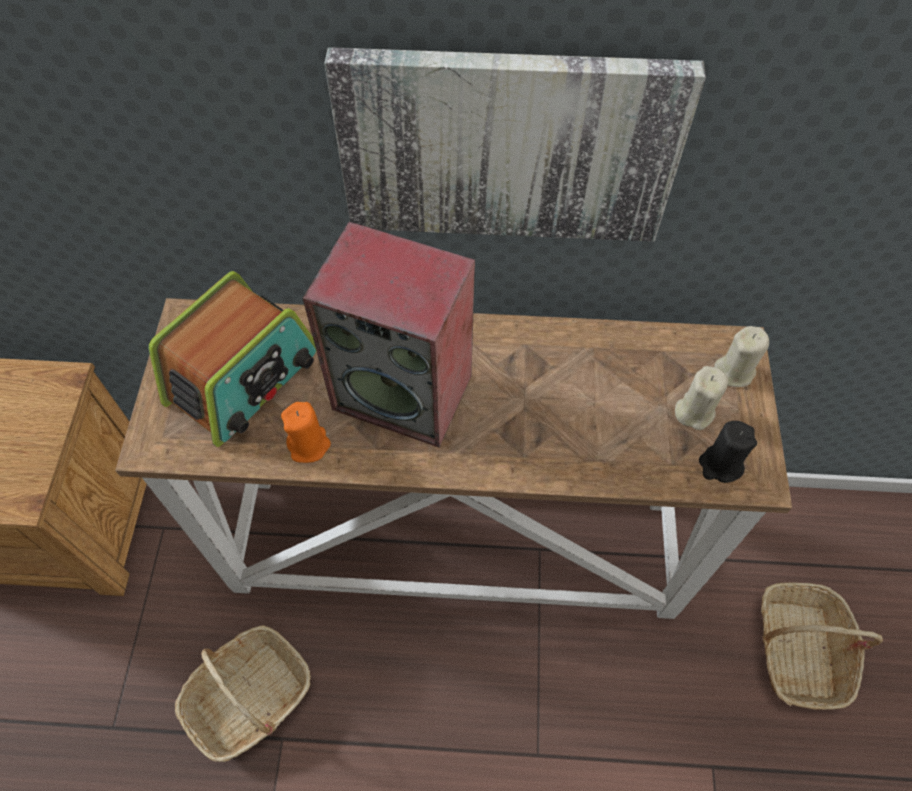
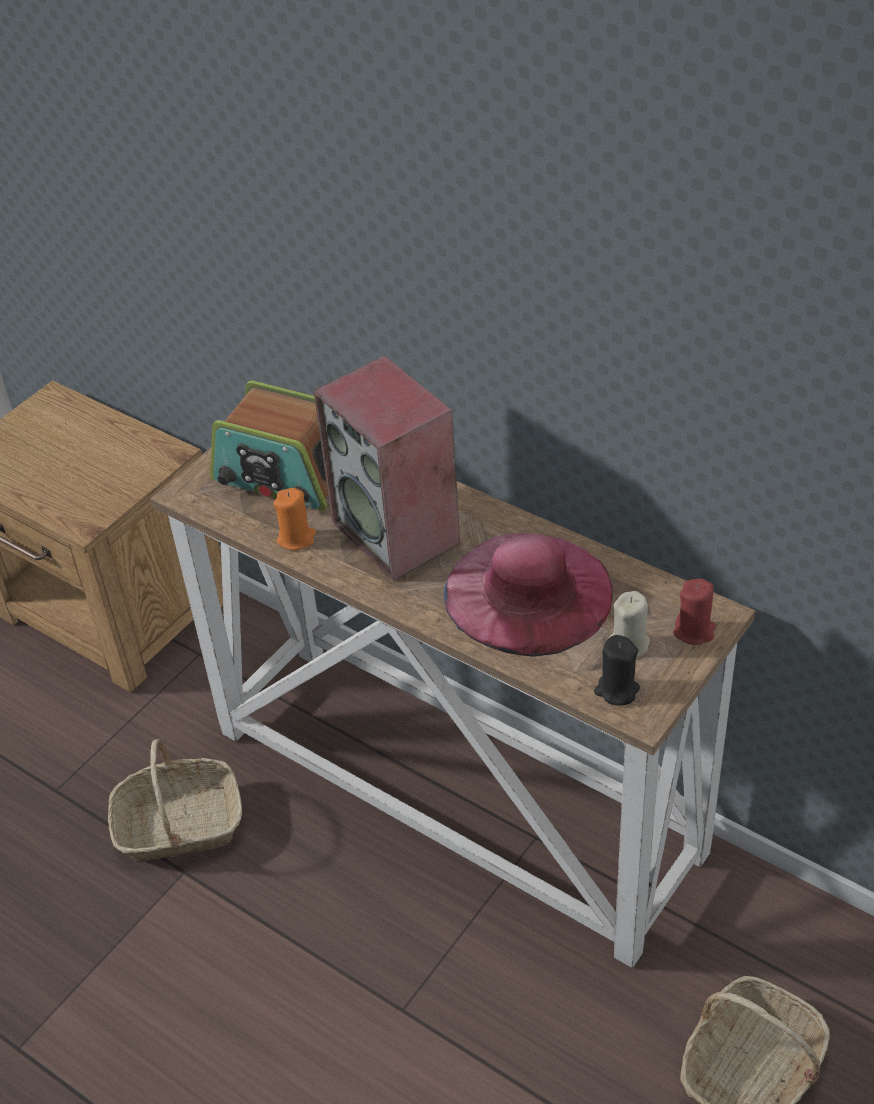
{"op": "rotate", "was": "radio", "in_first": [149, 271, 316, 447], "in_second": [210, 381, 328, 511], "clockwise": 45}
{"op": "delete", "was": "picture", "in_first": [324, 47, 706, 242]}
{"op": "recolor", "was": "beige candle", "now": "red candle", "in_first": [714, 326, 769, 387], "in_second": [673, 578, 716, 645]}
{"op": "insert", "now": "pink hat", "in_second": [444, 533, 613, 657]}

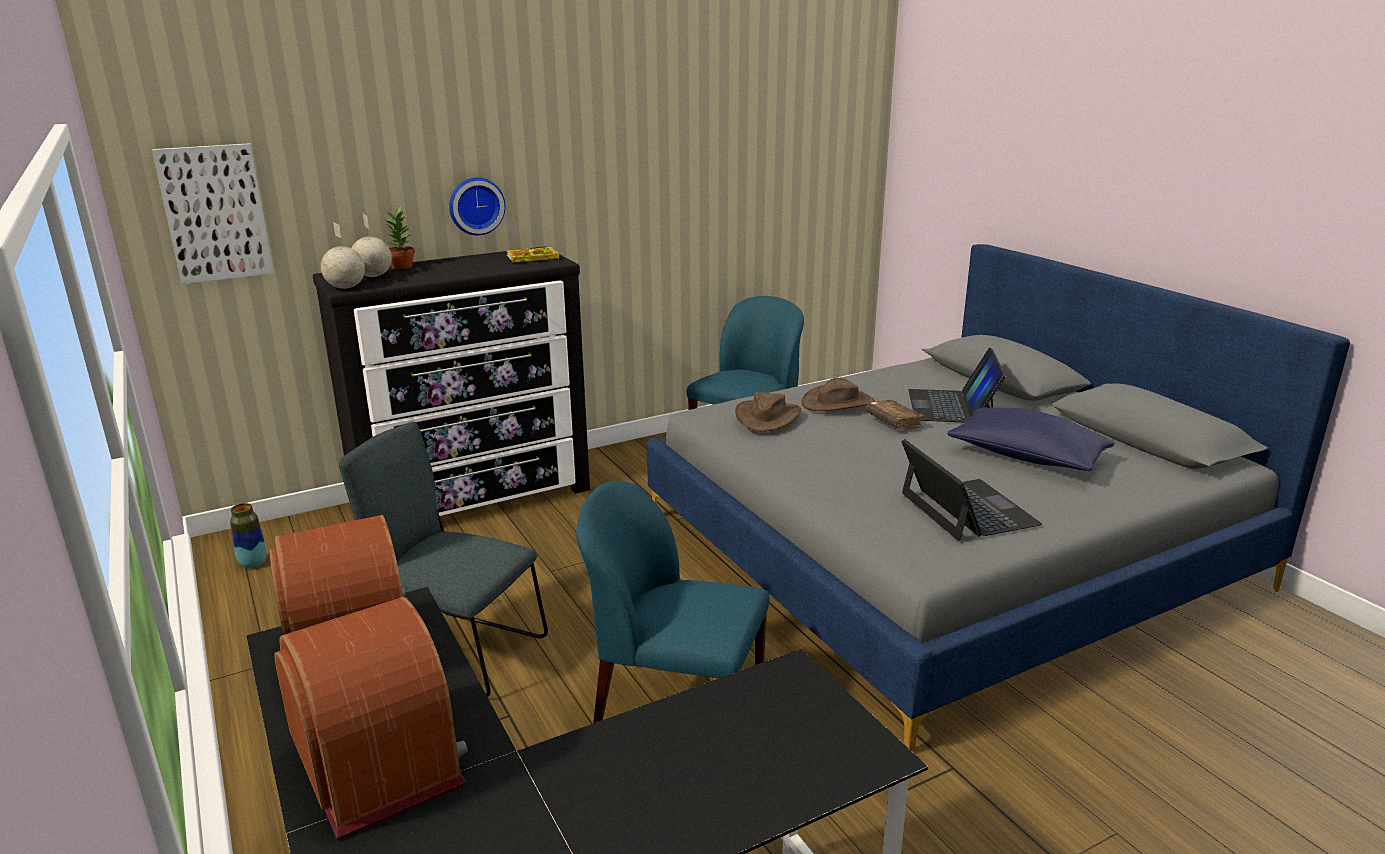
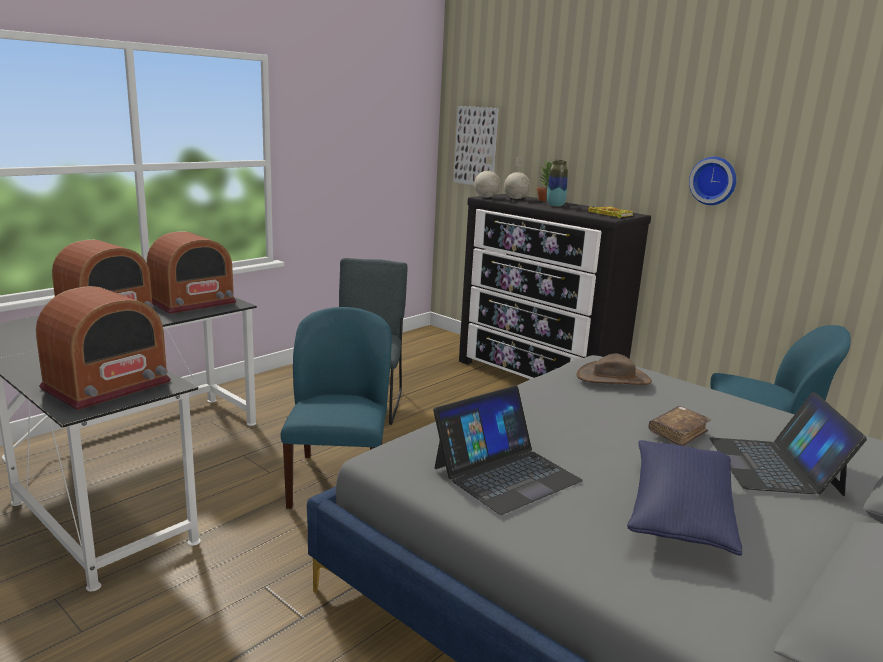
{"op": "move", "was": "vase", "in_first": [230, 503, 267, 568], "in_second": [546, 160, 568, 207]}
{"op": "move", "was": "wall clock", "in_first": [449, 177, 505, 235], "in_second": [689, 157, 736, 205]}
{"op": "delete", "was": "brown hat", "in_first": [802, 377, 875, 411]}
{"op": "rotate", "was": "laptop", "in_first": [908, 348, 1006, 423], "in_second": [709, 392, 867, 496], "clockwise": -75}
{"op": "insert", "now": "radio", "in_second": [36, 286, 171, 410]}

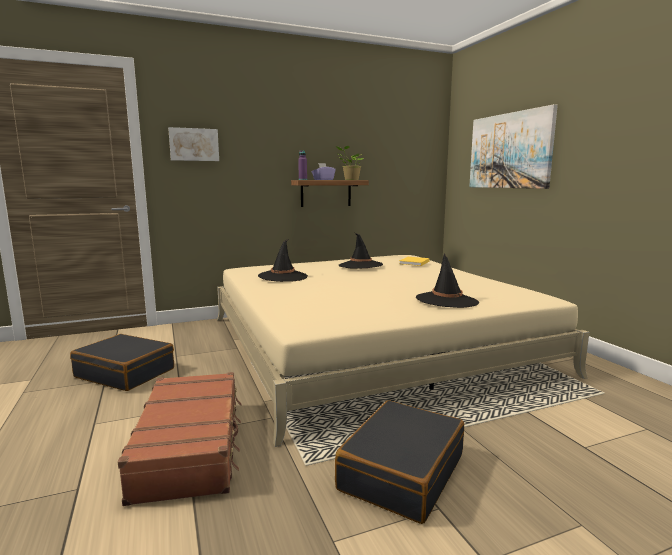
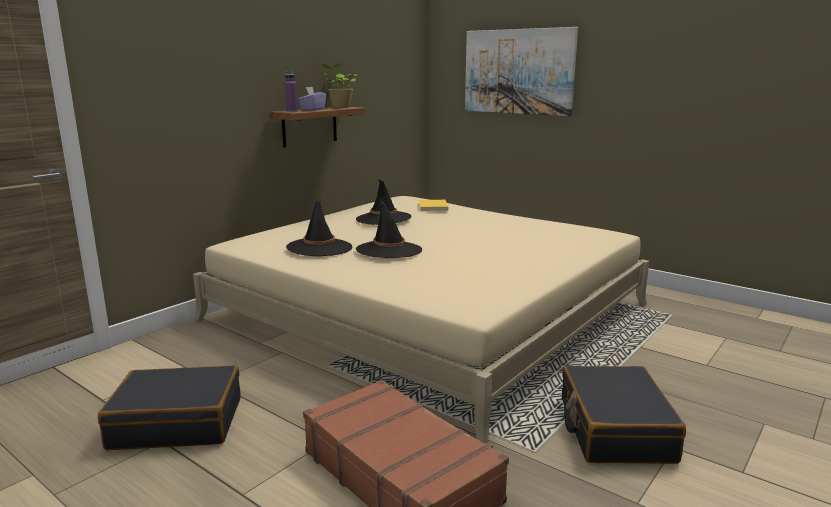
{"op": "delete", "was": "picture", "in_first": [168, 127, 219, 161]}
{"op": "move", "was": "black hat", "in_first": [416, 254, 479, 308], "in_second": [356, 200, 422, 258]}

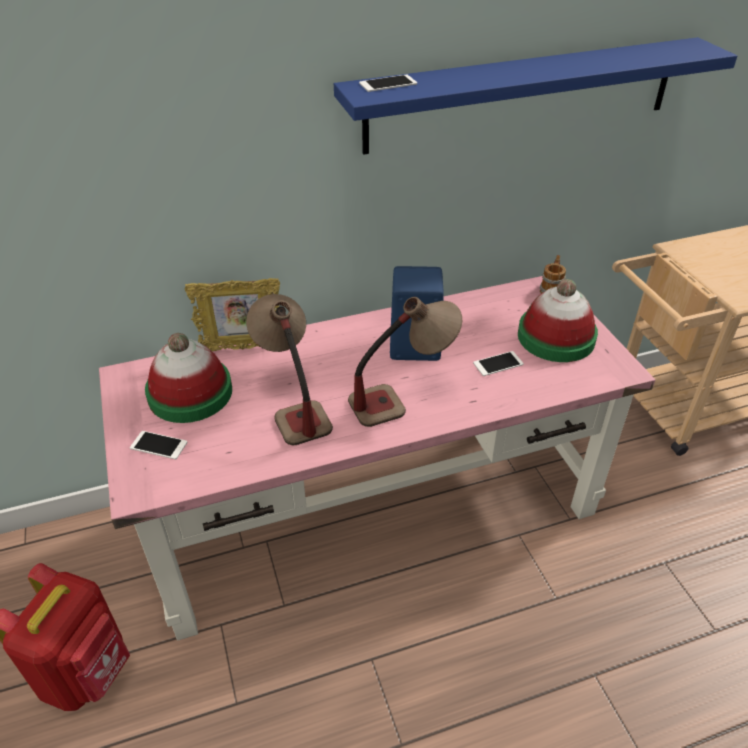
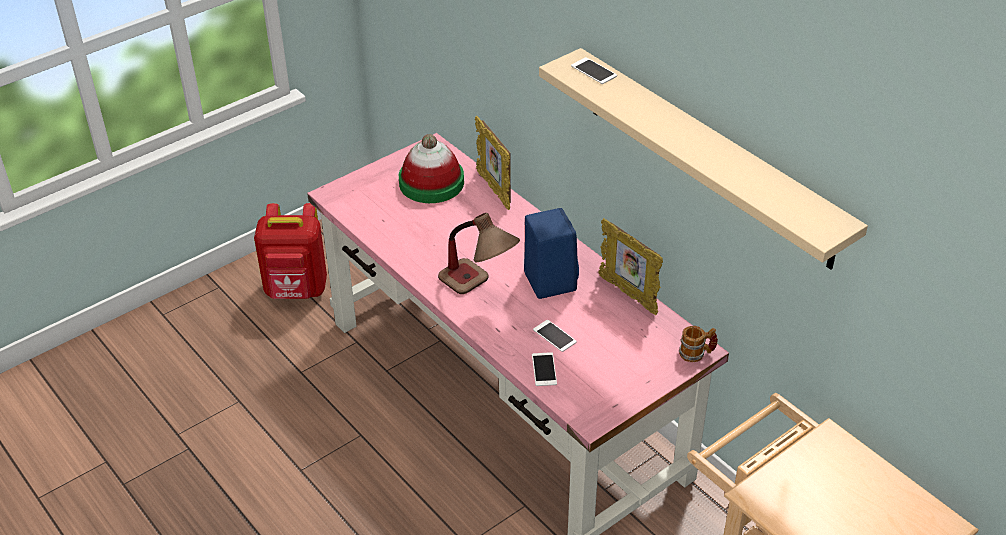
{"op": "move", "was": "phone", "in_first": [130, 431, 187, 460], "in_second": [532, 352, 557, 386]}
{"op": "delete", "was": "table lamp", "in_first": [246, 294, 333, 445]}
{"op": "recolor", "was": "blue shelf", "now": "beige shelf", "in_first": [334, 37, 737, 155], "in_second": [539, 48, 868, 269]}
{"op": "delete", "was": "hat", "in_first": [518, 279, 598, 362]}
{"op": "insert", "now": "picture frame", "in_second": [598, 218, 663, 315]}

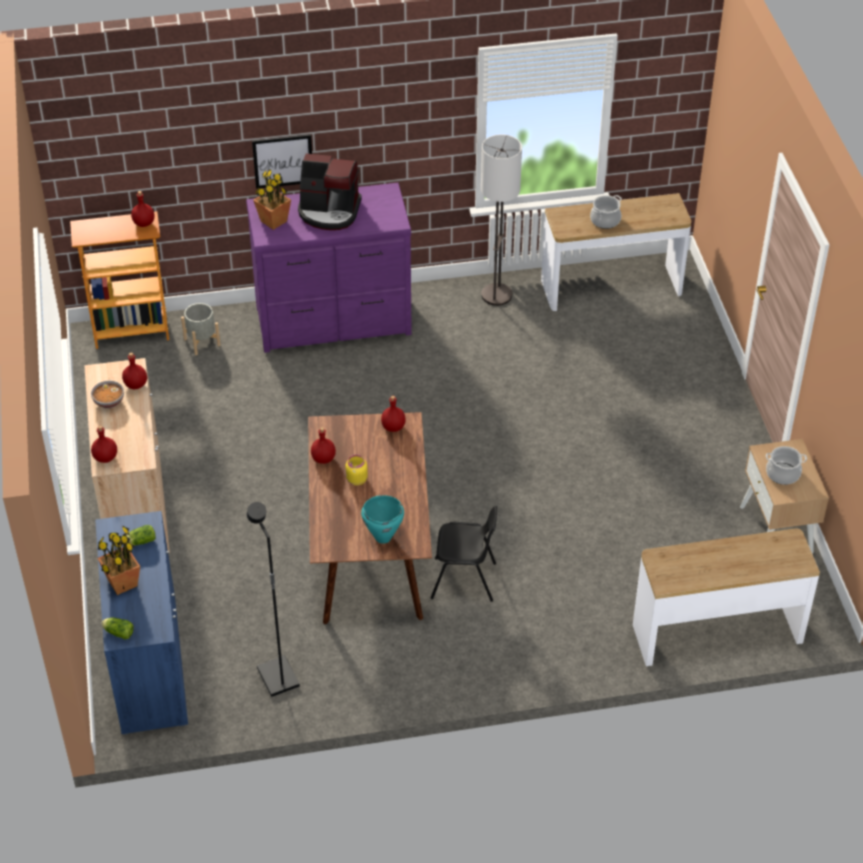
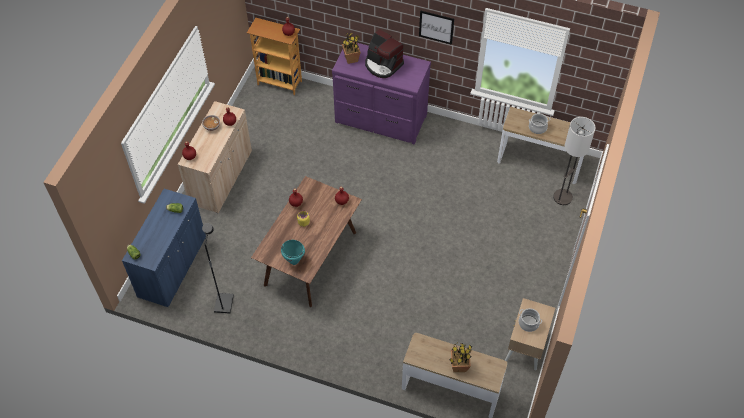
{"op": "move", "was": "potted plant", "in_first": [98, 525, 140, 595], "in_second": [450, 343, 472, 372]}
{"op": "delete", "was": "grey planter", "in_first": [181, 303, 221, 355]}
{"op": "move", "was": "picture", "in_first": [252, 134, 312, 189], "in_second": [419, 11, 454, 45]}
{"op": "delete", "was": "black chair", "in_first": [431, 506, 497, 602]}
{"op": "move", "was": "floor lamp", "in_first": [481, 134, 522, 306], "in_second": [553, 117, 595, 205]}

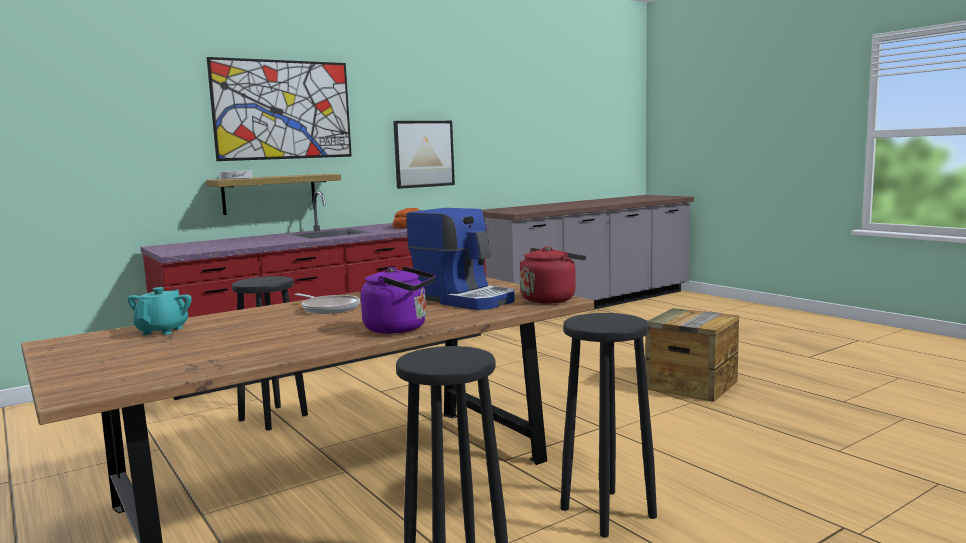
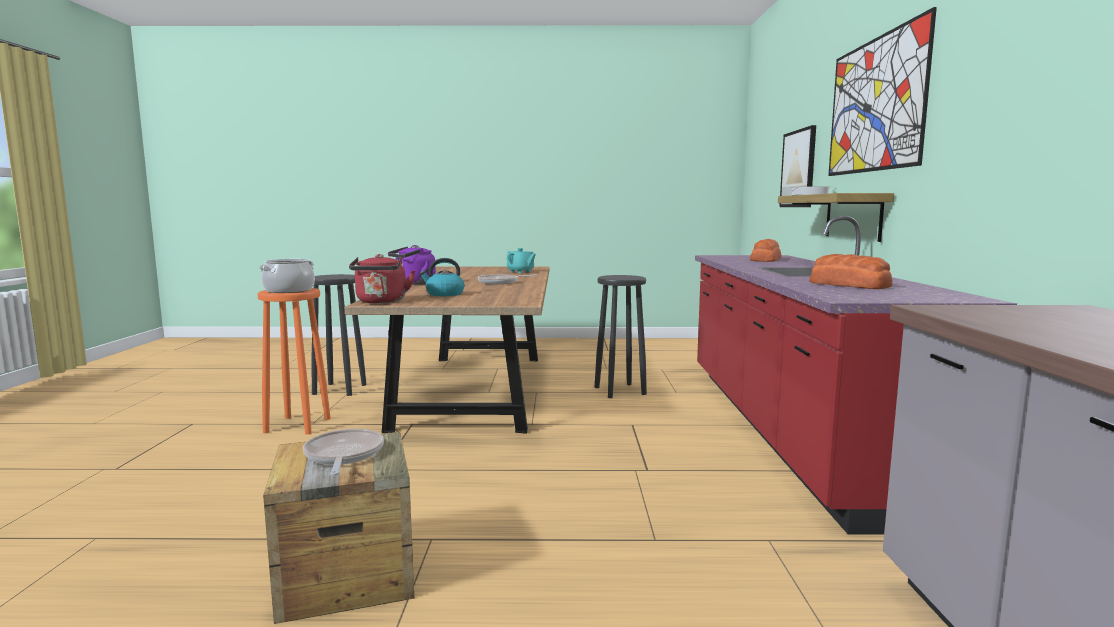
{"op": "move", "was": "picture", "in_first": [393, 121, 455, 189], "in_second": [779, 125, 816, 207]}
{"op": "replace", "was": "coffee machine", "now": "kettle", "in_first": [406, 208, 515, 310], "in_second": [419, 258, 464, 296]}
{"op": "recolor", "was": "black stool", "now": "orange stool", "in_first": [561, 313, 657, 538], "in_second": [257, 288, 331, 435]}
{"op": "insert", "now": "cooking pot", "in_second": [260, 259, 315, 293]}
{"op": "insert", "now": "frying pan", "in_second": [303, 429, 384, 475]}
{"op": "insert", "now": "bread", "in_second": [750, 239, 782, 262]}

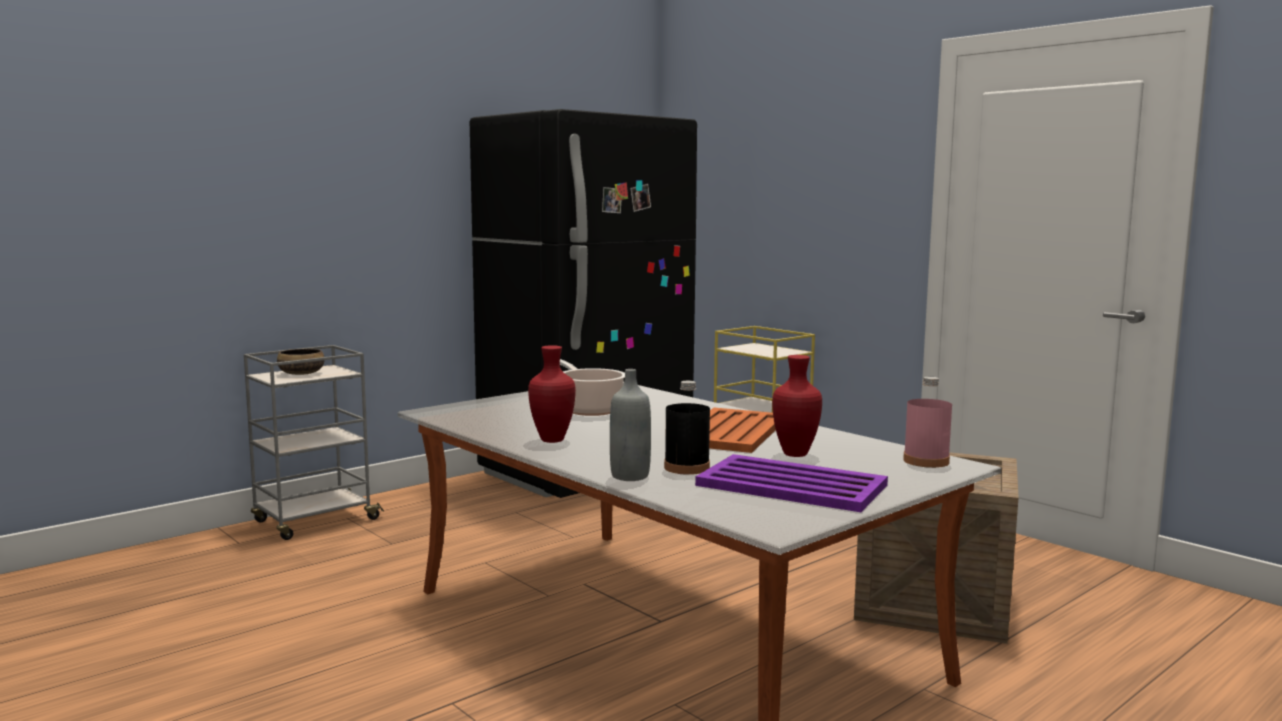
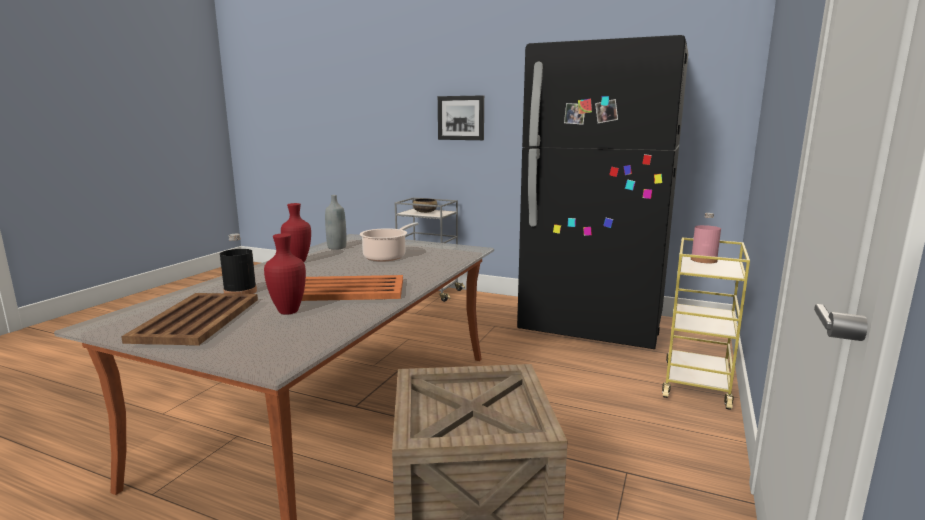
{"op": "move", "was": "grey bottle", "in_first": [610, 369, 651, 481], "in_second": [325, 195, 347, 250]}
{"op": "recolor", "was": "purple tray", "now": "brown tray", "in_first": [695, 454, 888, 512], "in_second": [121, 293, 258, 345]}
{"op": "move", "was": "pink bottle", "in_first": [903, 377, 952, 468], "in_second": [691, 213, 721, 263]}
{"op": "insert", "now": "picture", "in_second": [438, 95, 484, 140]}

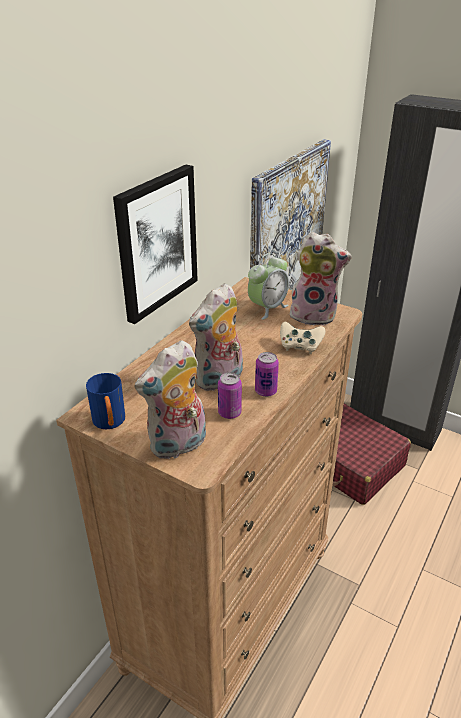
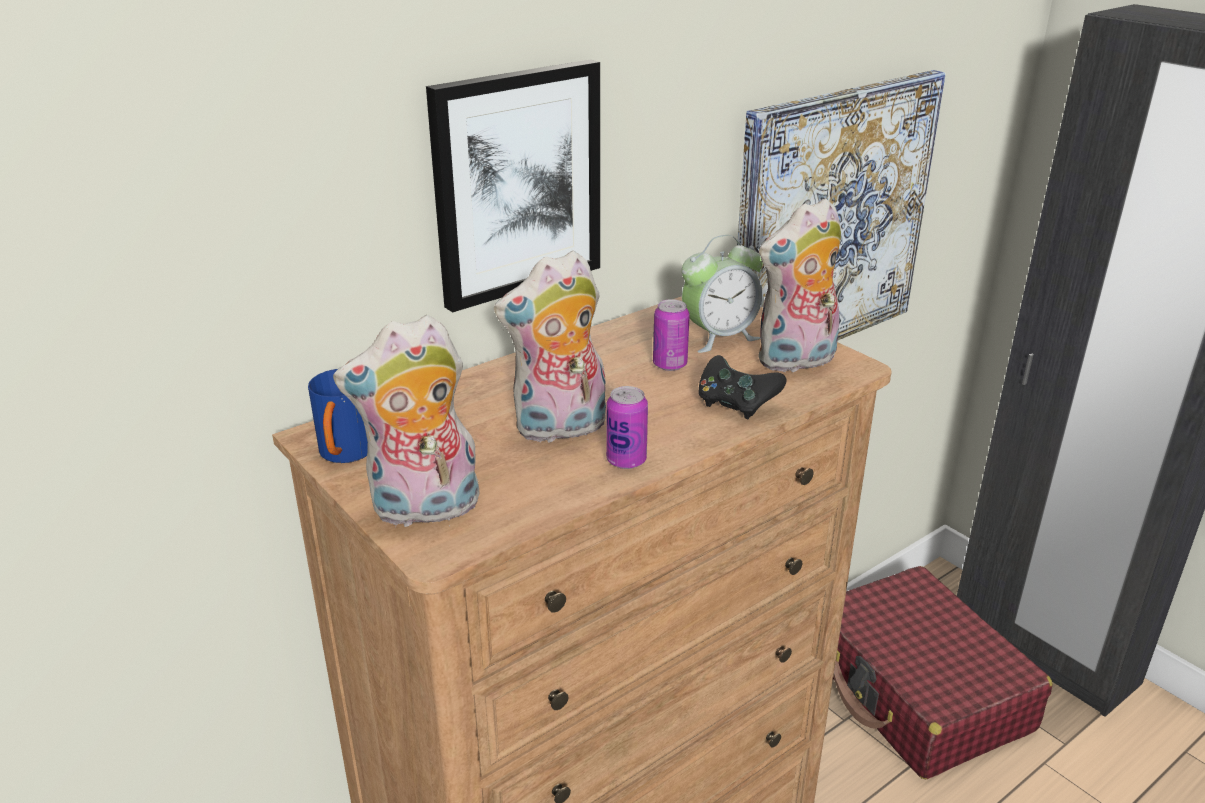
{"op": "move", "was": "can", "in_first": [218, 372, 242, 419], "in_second": [653, 299, 690, 371]}
{"op": "recolor", "was": "beige game controller", "now": "black game controller", "in_first": [280, 322, 326, 354], "in_second": [698, 355, 787, 419]}
{"op": "rotate", "was": "plush toy", "in_first": [290, 232, 352, 326], "in_second": [758, 198, 841, 372], "clockwise": 120}

